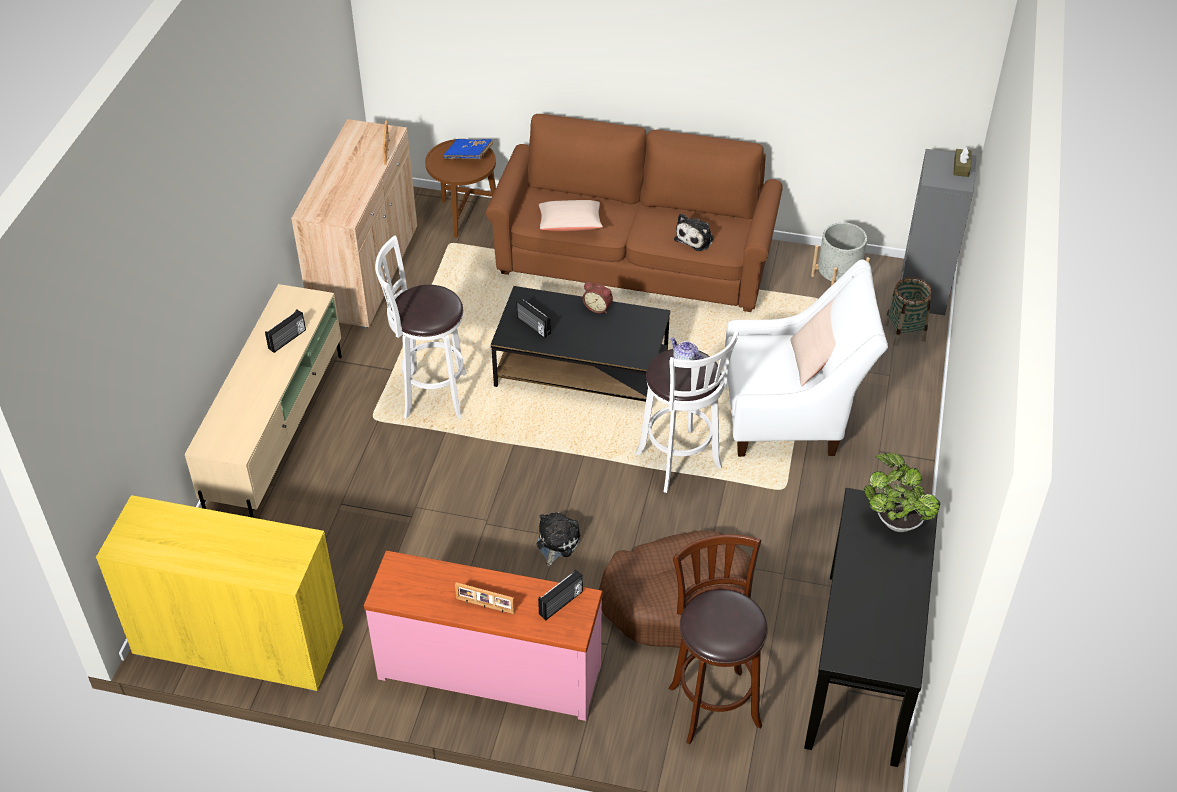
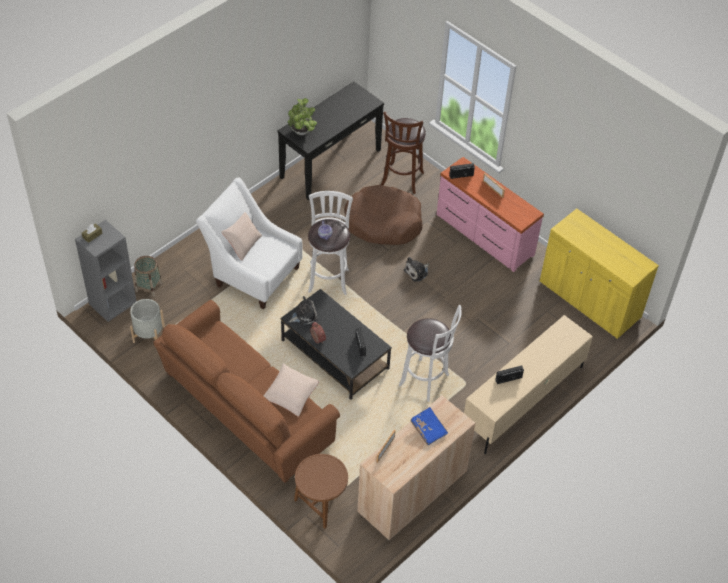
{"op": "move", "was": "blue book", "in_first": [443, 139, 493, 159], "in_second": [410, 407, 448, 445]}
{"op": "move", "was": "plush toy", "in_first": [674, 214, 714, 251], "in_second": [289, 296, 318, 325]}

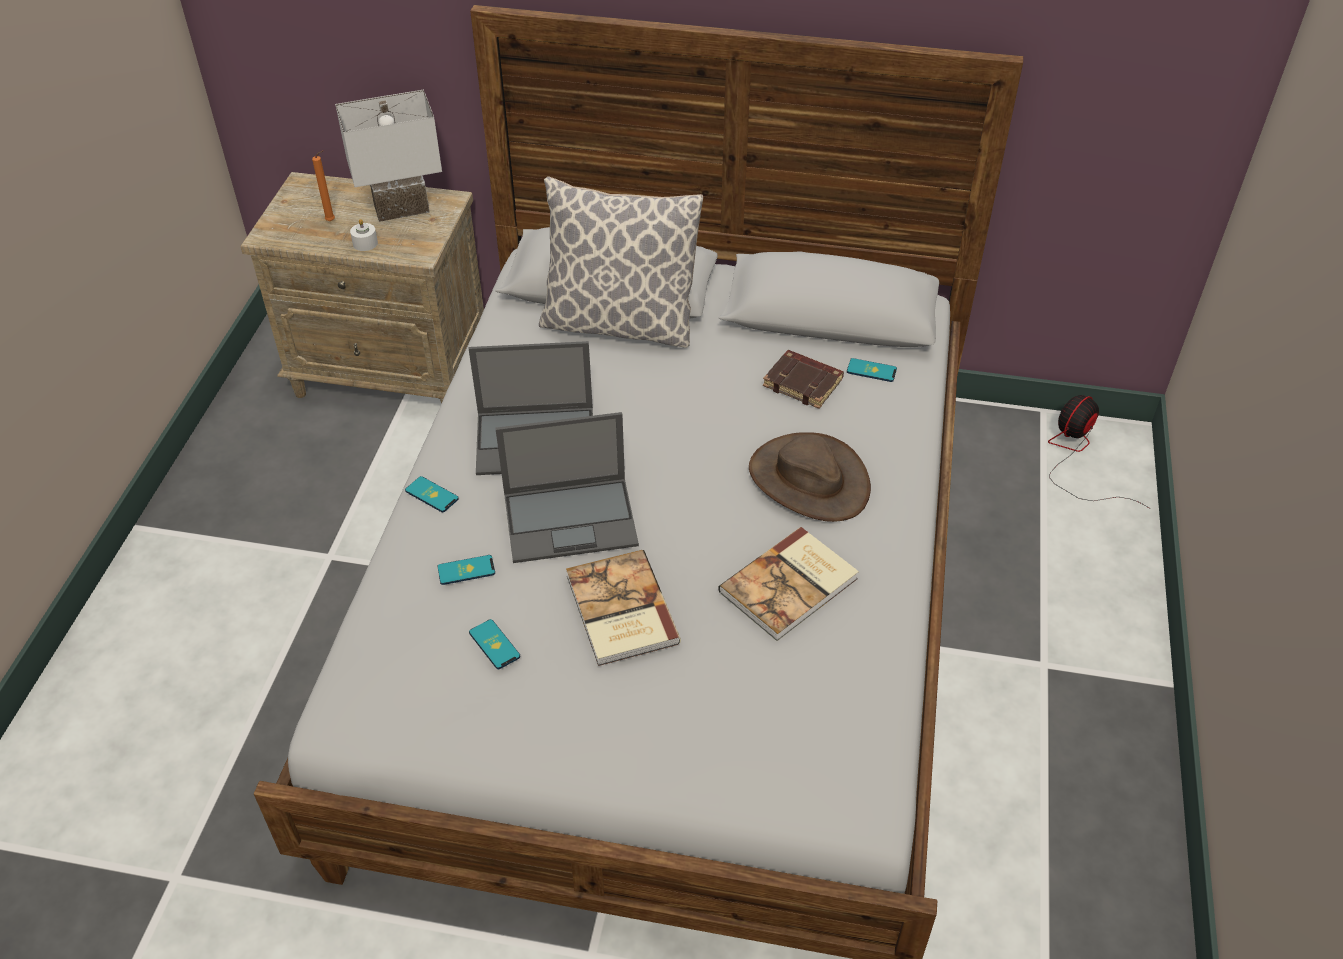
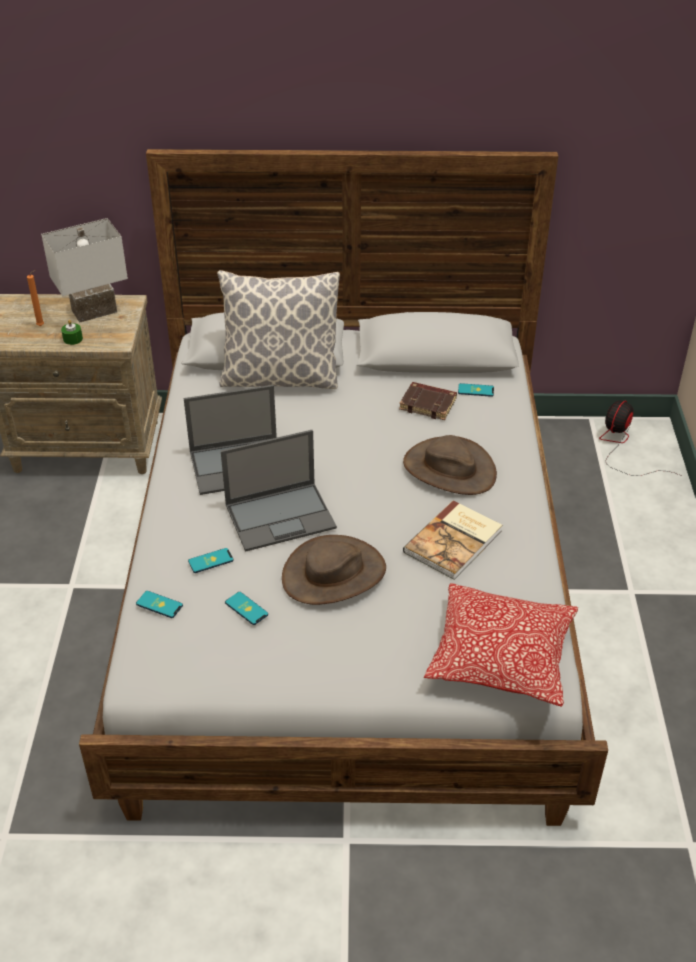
{"op": "recolor", "was": "white candle", "now": "green candle", "in_first": [350, 219, 378, 251], "in_second": [61, 320, 83, 345]}
{"op": "move", "was": "phone", "in_first": [405, 476, 459, 512], "in_second": [136, 591, 183, 618]}
{"op": "replace", "was": "book", "now": "brown hat", "in_first": [566, 550, 681, 666], "in_second": [282, 535, 386, 605]}
{"op": "insert", "now": "pillow", "in_second": [424, 583, 578, 707]}

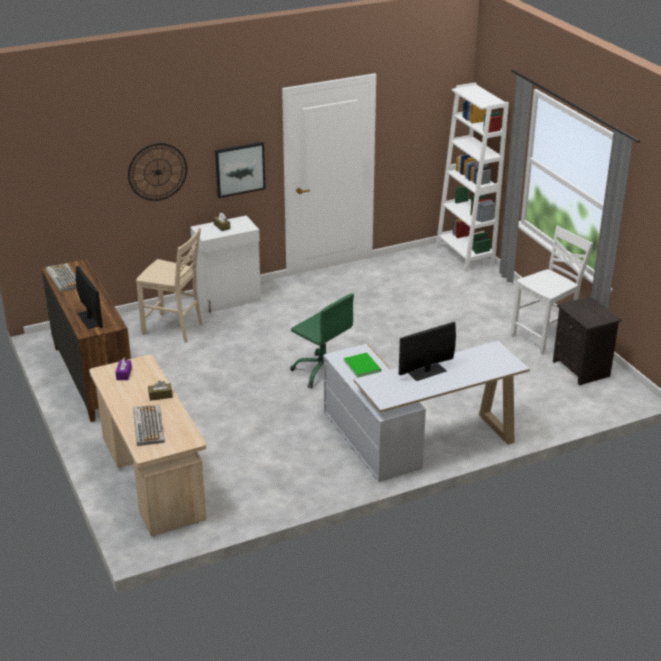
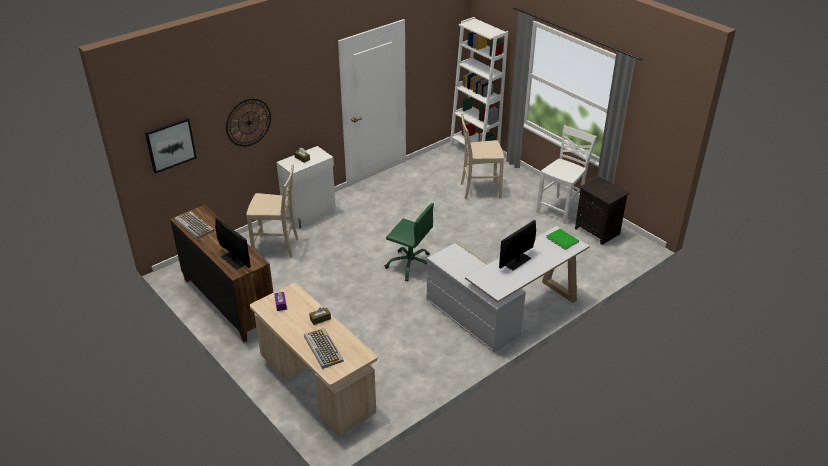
{"op": "move", "was": "picture", "in_first": [215, 142, 265, 198], "in_second": [145, 117, 197, 174]}
{"op": "move", "was": "green book", "in_first": [344, 353, 381, 378], "in_second": [546, 229, 579, 250]}
{"op": "insert", "now": "beige chair", "in_second": [461, 113, 504, 199]}

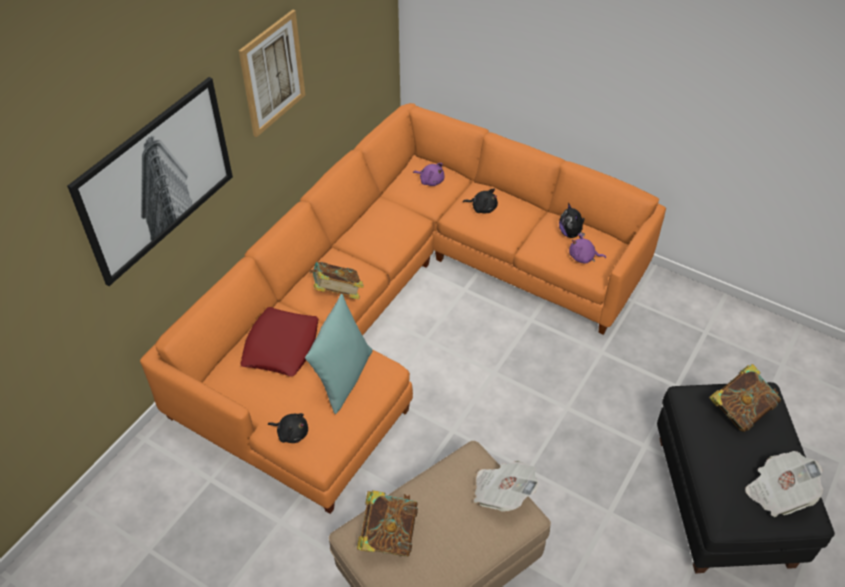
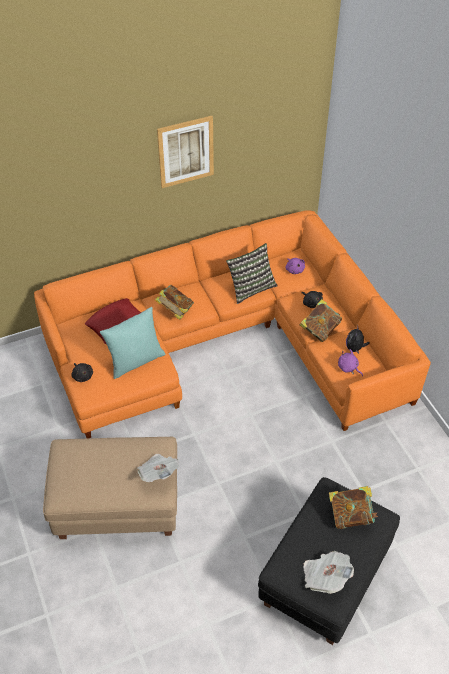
{"op": "delete", "was": "picture", "in_first": [67, 77, 233, 286]}
{"op": "move", "was": "book", "in_first": [357, 490, 418, 556], "in_second": [299, 299, 342, 342]}
{"op": "insert", "now": "pillow", "in_second": [226, 243, 278, 304]}

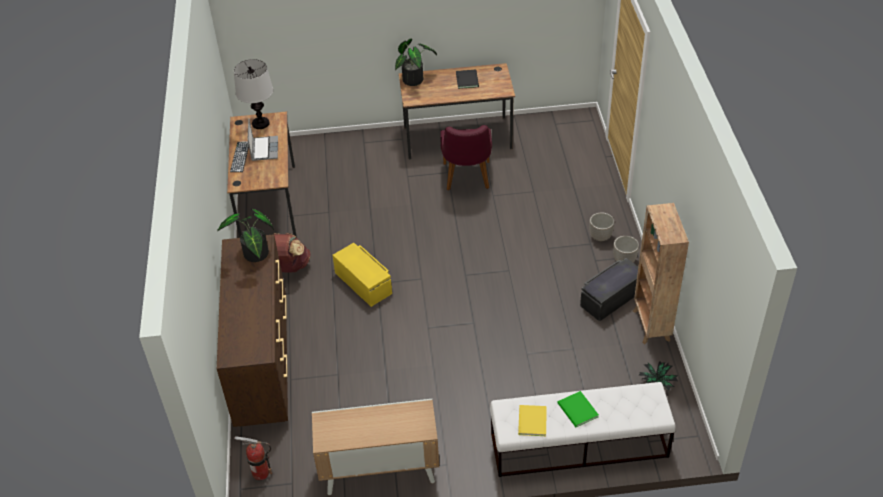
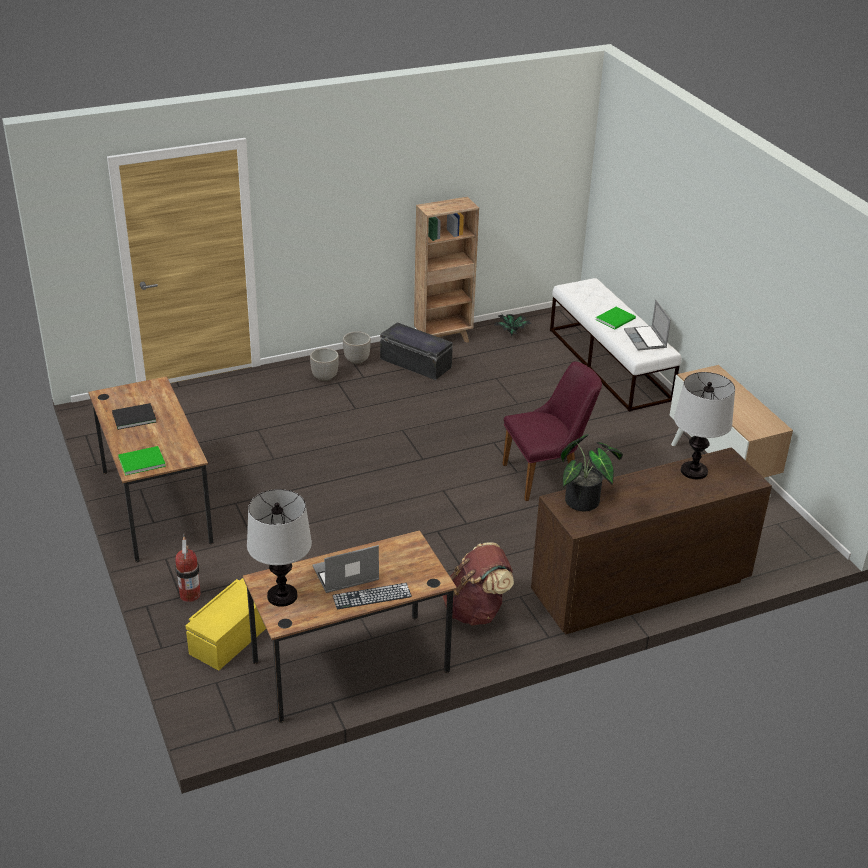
{"op": "move", "was": "fire extinguisher", "in_first": [234, 436, 272, 480], "in_second": [175, 534, 201, 602]}
{"op": "move", "was": "yellow storage box", "in_first": [332, 243, 392, 307], "in_second": [185, 578, 266, 671]}
{"op": "replace", "was": "potted plant", "now": "green book", "in_first": [395, 38, 437, 86], "in_second": [118, 446, 166, 476]}
{"op": "move", "was": "purple chair", "in_first": [440, 125, 492, 191], "in_second": [502, 361, 602, 501]}
{"op": "replace", "was": "yellow book", "now": "laptop", "in_first": [518, 405, 547, 436], "in_second": [624, 300, 671, 351]}
{"op": "insert", "now": "table lamp", "in_second": [674, 372, 735, 479]}

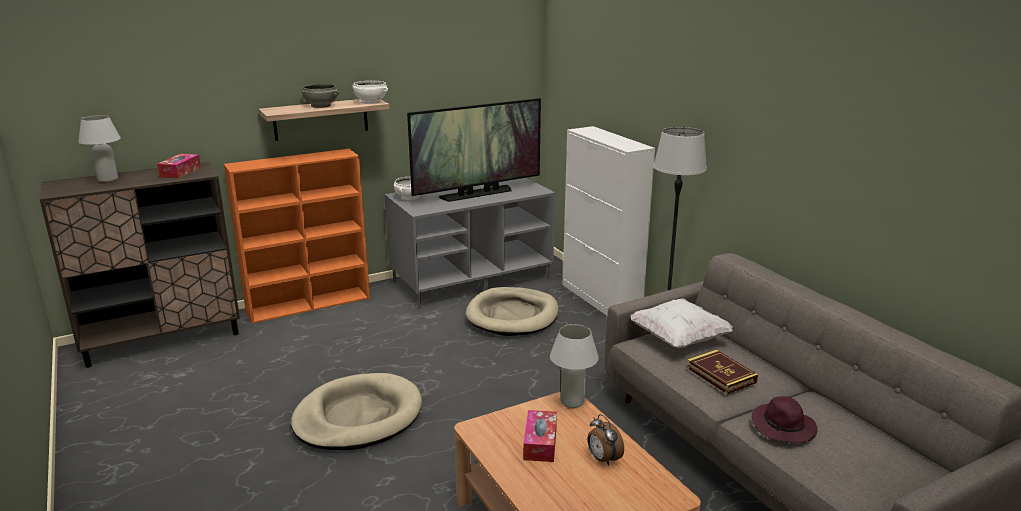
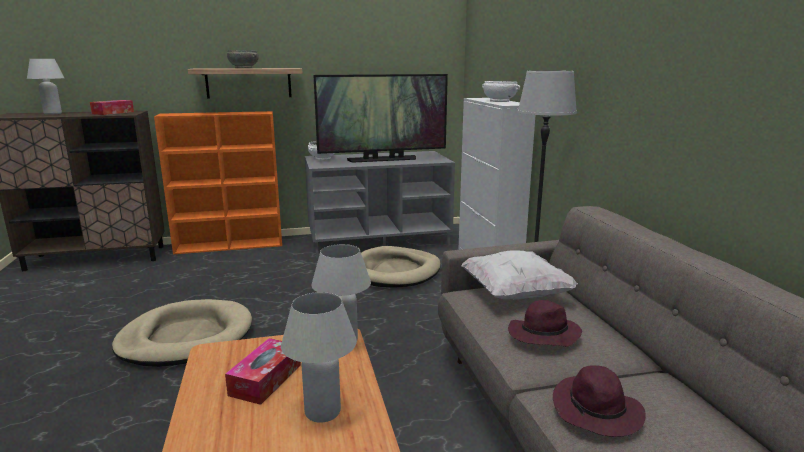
{"op": "move", "was": "white bowl", "in_first": [353, 81, 388, 104], "in_second": [482, 81, 520, 102]}
{"op": "replace", "was": "alarm clock", "now": "white table lamp", "in_first": [587, 414, 624, 466], "in_second": [281, 292, 357, 423]}
{"op": "replace", "was": "book", "now": "purple hat", "in_first": [686, 350, 758, 394], "in_second": [508, 300, 582, 347]}

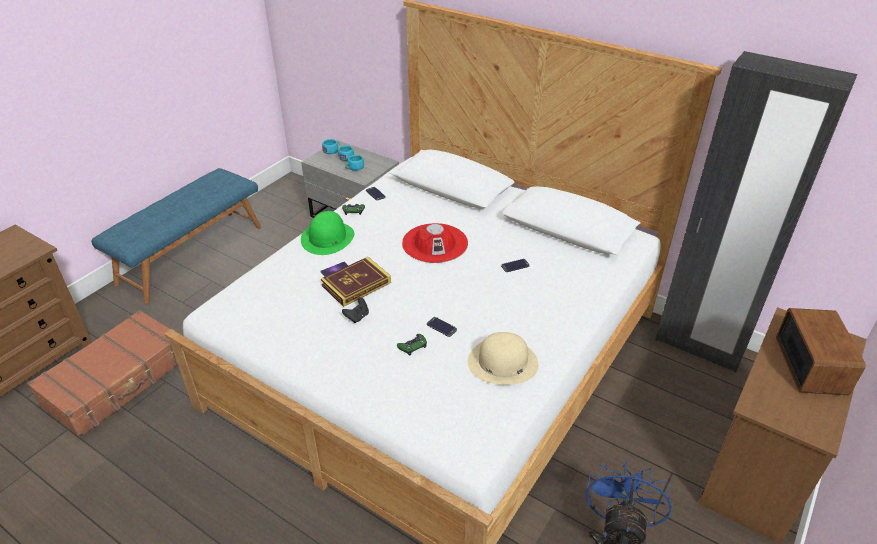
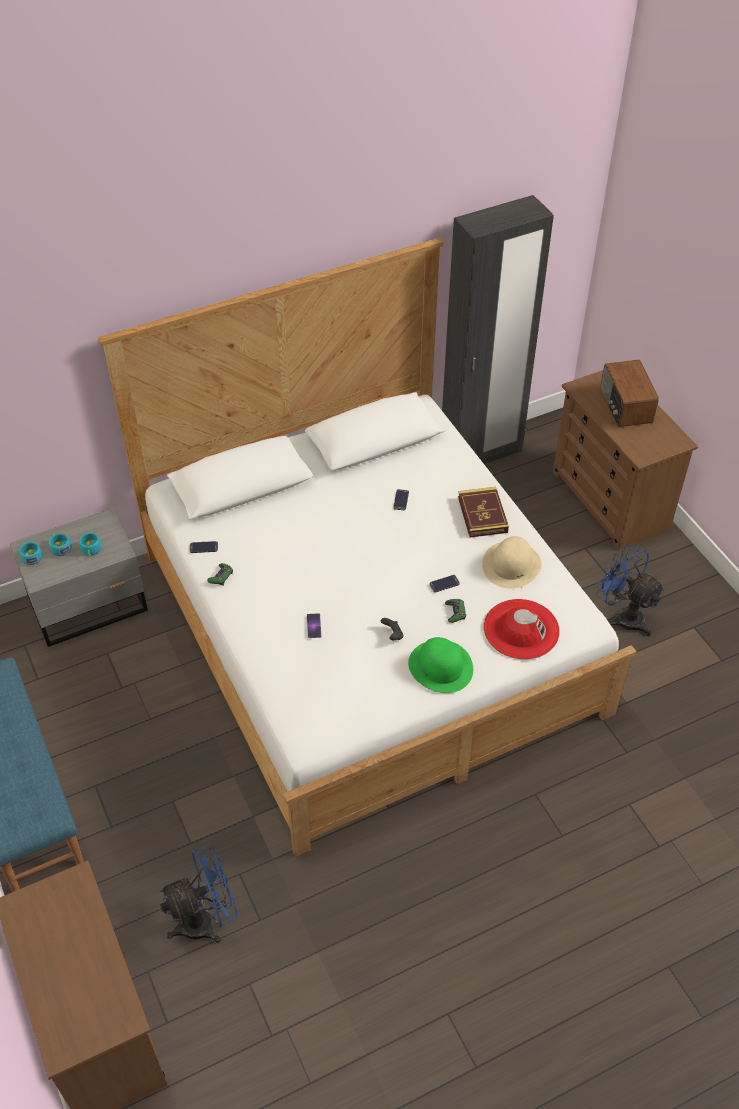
{"op": "replace", "was": "brown suitcase", "now": "blue fan", "in_first": [27, 310, 178, 438], "in_second": [159, 845, 239, 943]}
{"op": "move", "was": "green hat", "in_first": [301, 211, 354, 255], "in_second": [408, 637, 473, 693]}
{"op": "move", "was": "book", "in_first": [321, 257, 391, 307], "in_second": [458, 487, 509, 538]}
{"op": "move", "was": "red hat", "in_first": [402, 223, 468, 263], "in_second": [484, 599, 559, 660]}
{"op": "rotate", "was": "radio", "in_first": [776, 308, 866, 395], "in_second": [600, 360, 659, 427], "clockwise": -135}

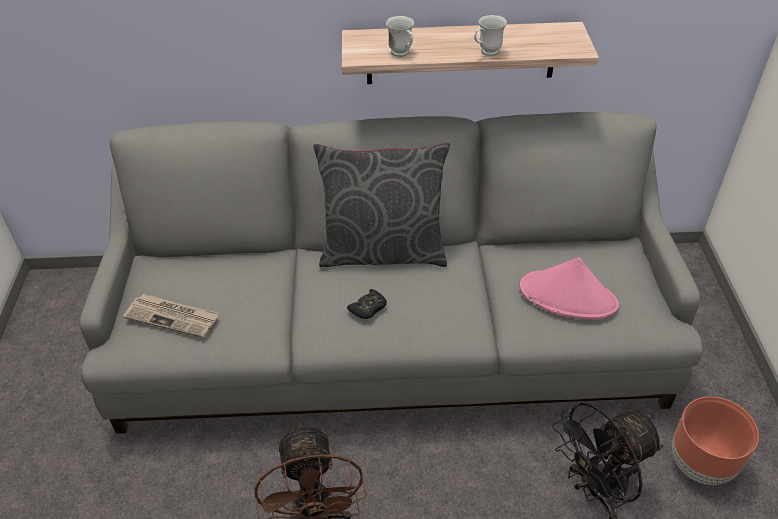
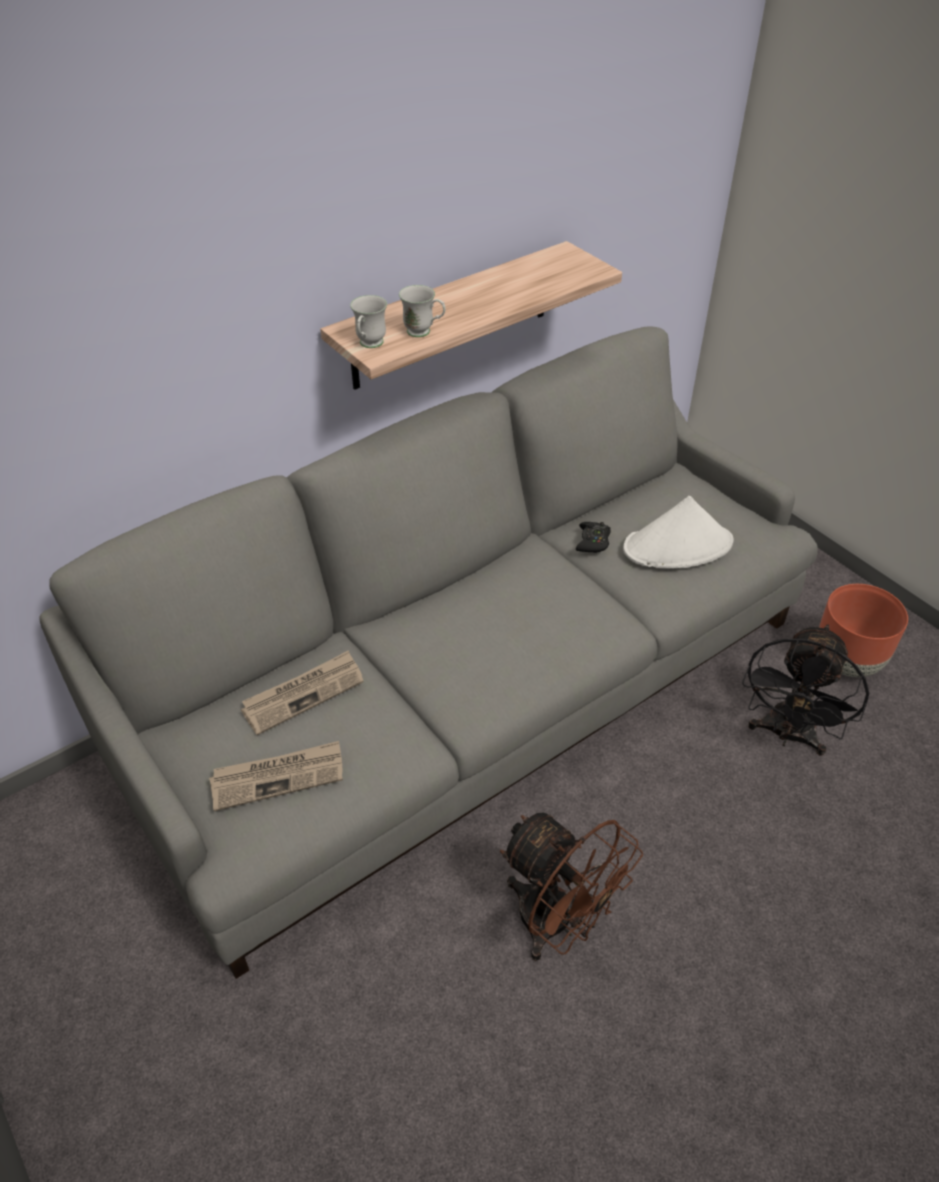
{"op": "delete", "was": "grey pillow", "in_first": [313, 142, 450, 267]}
{"op": "move", "was": "black game controller", "in_first": [347, 289, 387, 319], "in_second": [576, 522, 611, 553]}
{"op": "move", "was": "white mug", "in_first": [474, 15, 507, 56], "in_second": [350, 295, 387, 348]}
{"op": "recolor", "was": "pink hat", "now": "white hat", "in_first": [520, 257, 619, 320], "in_second": [623, 496, 734, 569]}
{"op": "insert", "now": "newspaper", "in_second": [241, 650, 363, 735]}

